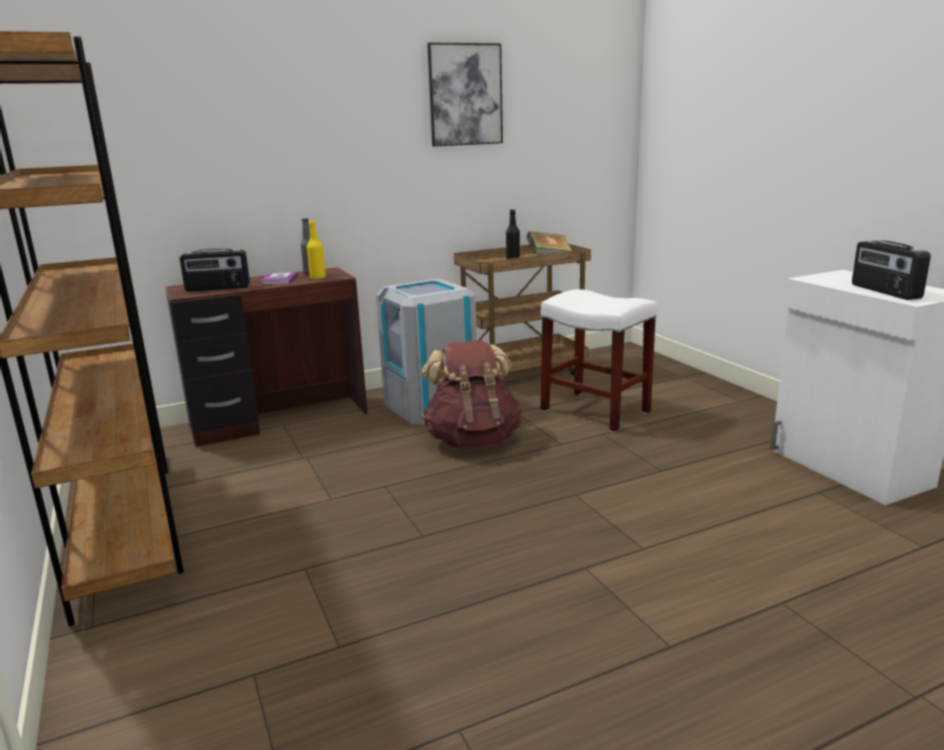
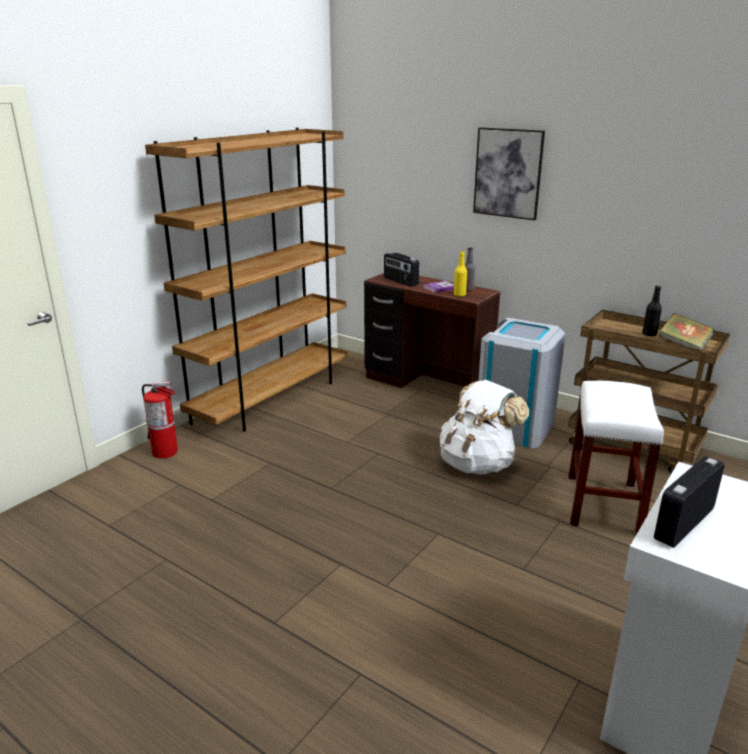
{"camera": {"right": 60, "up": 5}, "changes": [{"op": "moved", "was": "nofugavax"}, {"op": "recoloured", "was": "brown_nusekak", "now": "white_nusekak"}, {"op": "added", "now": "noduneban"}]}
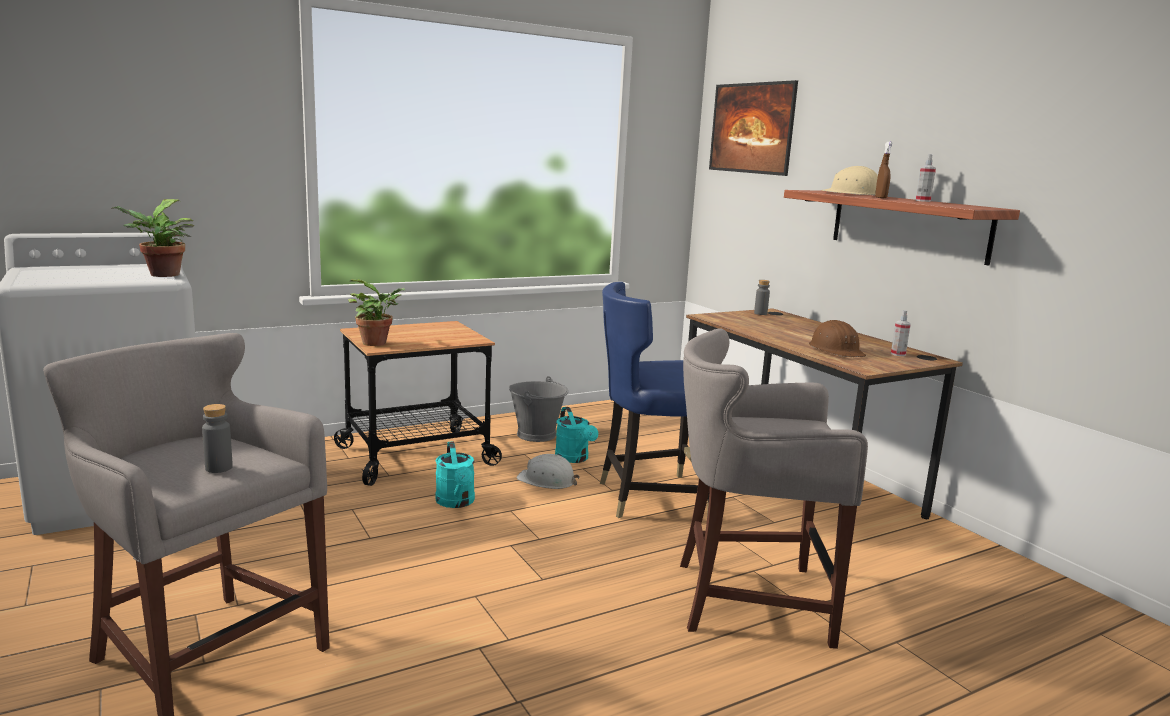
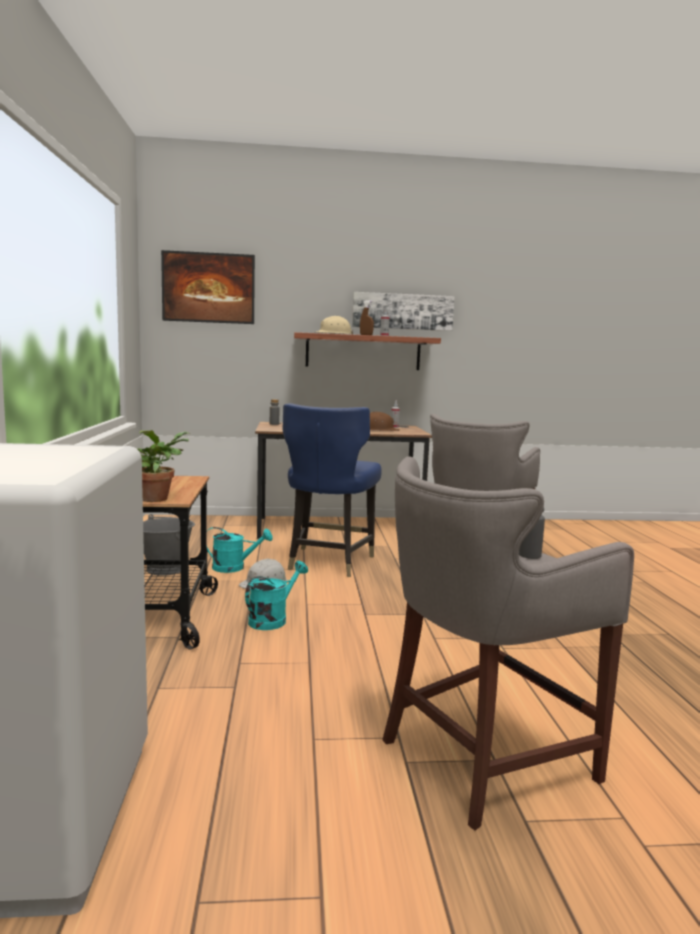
{"camera": {"right": -65, "up": -5}, "changes": [{"op": "removed", "was": "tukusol (1st from left)"}, {"op": "turned", "was": "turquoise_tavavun (1st from left in the first image)", "clockwise": -60}, {"op": "added", "now": "nofugavax (2nd from left)"}]}
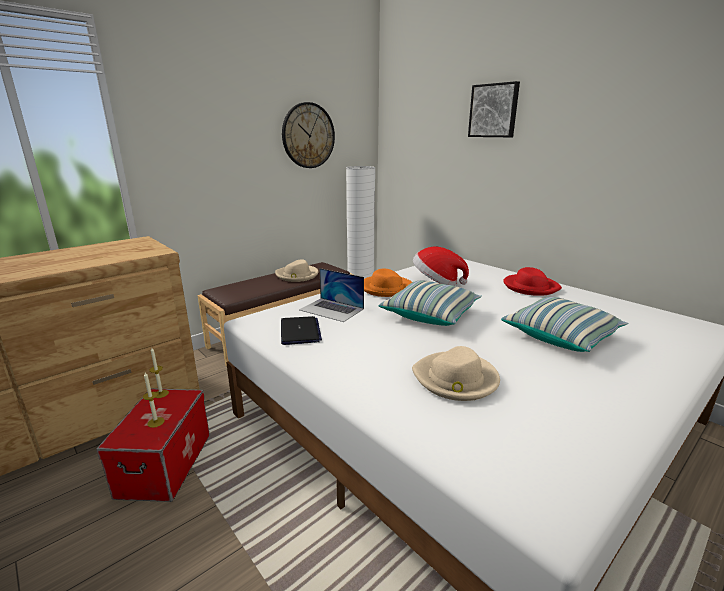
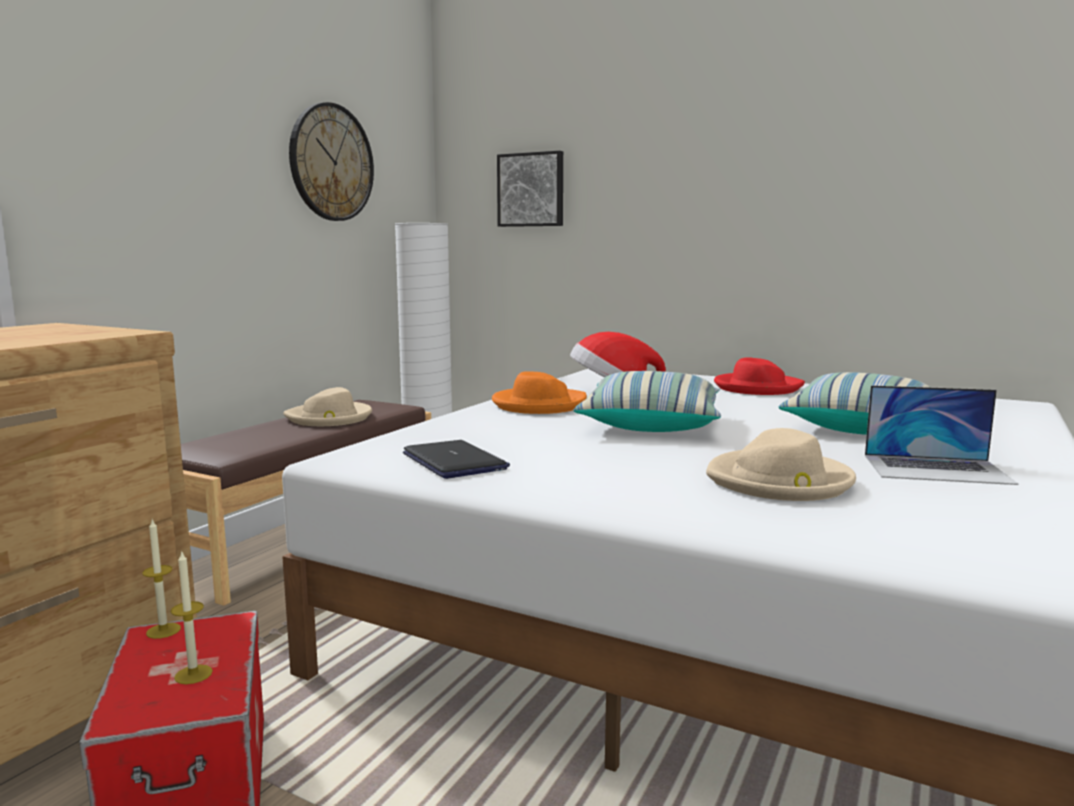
{"camera": {"right": -20, "up": -10}, "changes": [{"op": "moved", "was": "nofugavax"}, {"op": "moved", "was": "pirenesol (2nd from left)"}]}
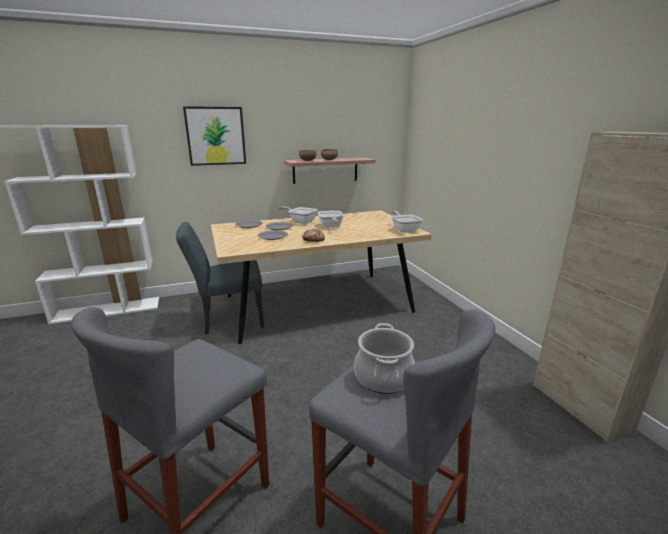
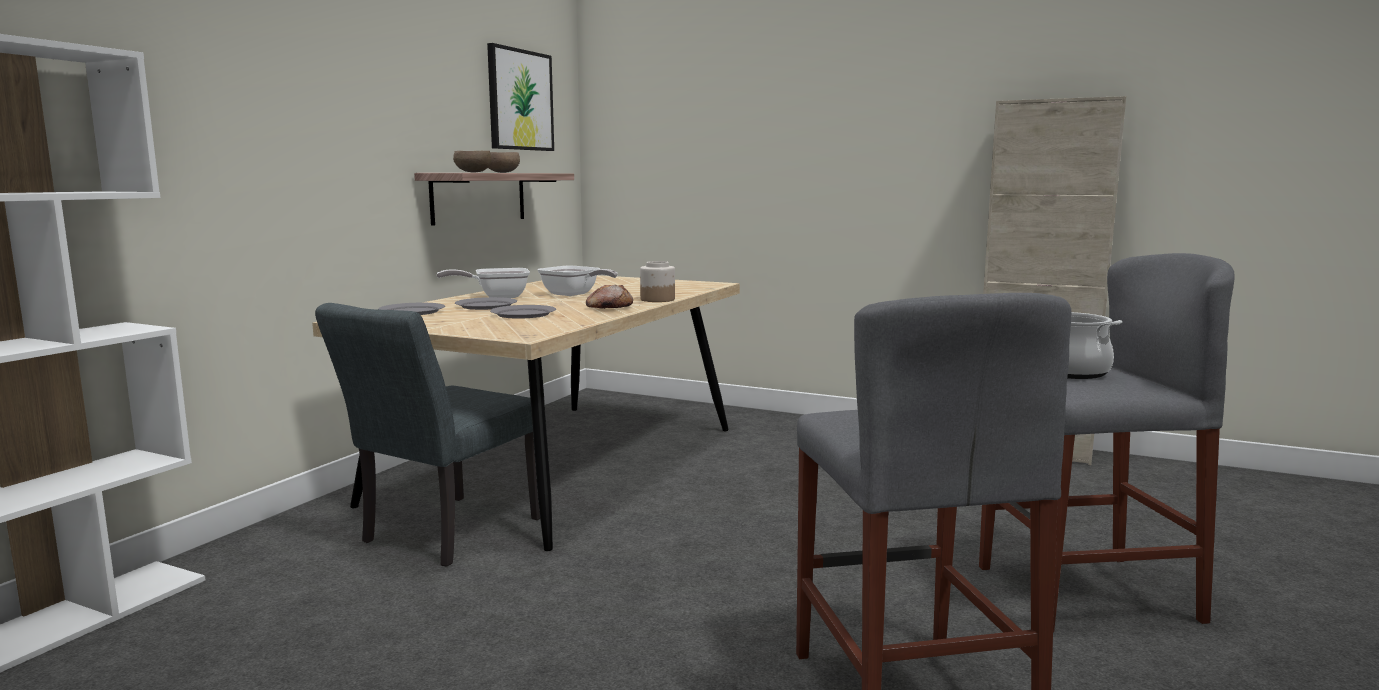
{"camera": {"right": -45, "up": -10}, "changes": [{"op": "moved", "was": "nofugavax"}, {"op": "removed", "was": "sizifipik (3rd from left)"}, {"op": "added", "now": "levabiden"}]}
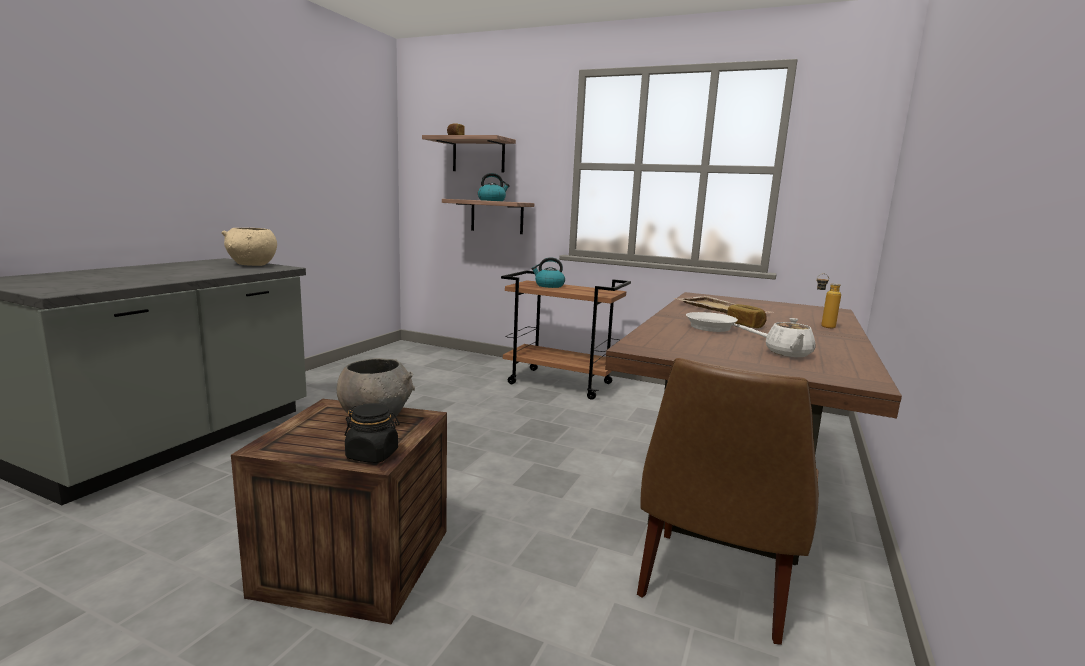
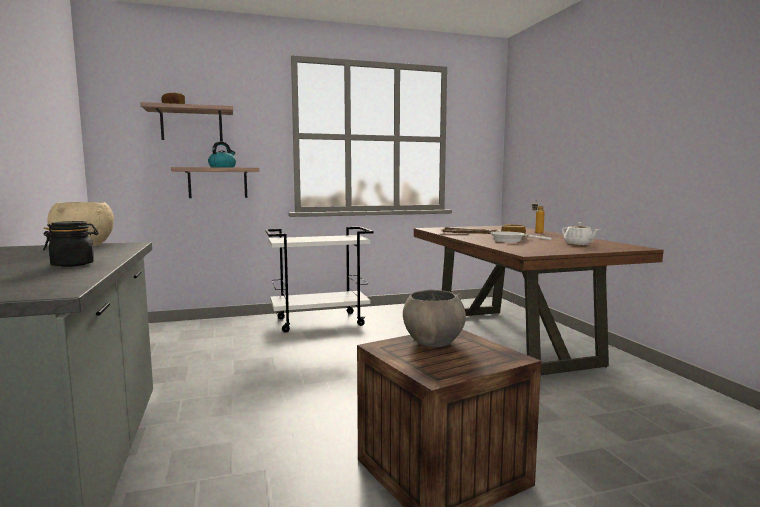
{"camera": {"right": -40, "up": -5}, "changes": [{"op": "removed", "was": "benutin (2nd from left)"}, {"op": "recoloured", "was": "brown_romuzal", "now": "white_romuzal"}, {"op": "removed", "was": "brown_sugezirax"}, {"op": "moved", "was": "black_levabiden"}]}
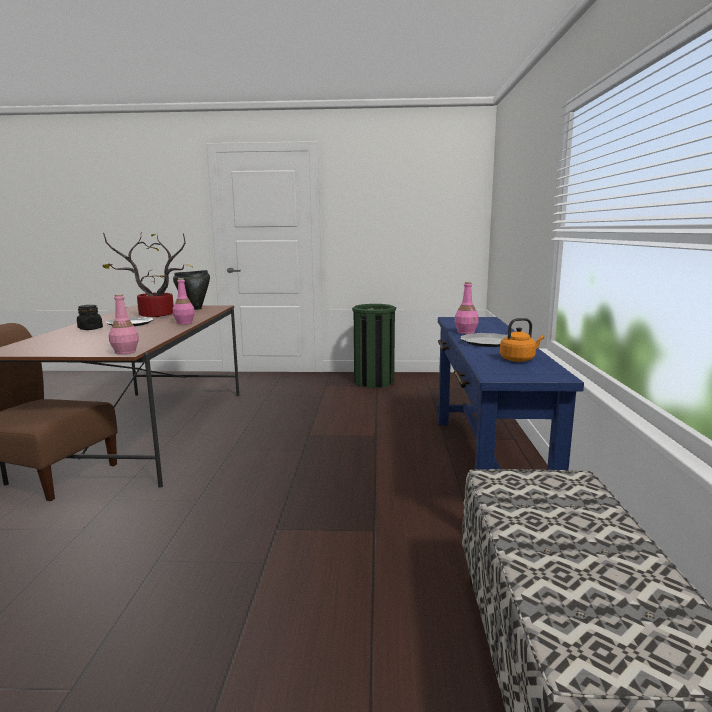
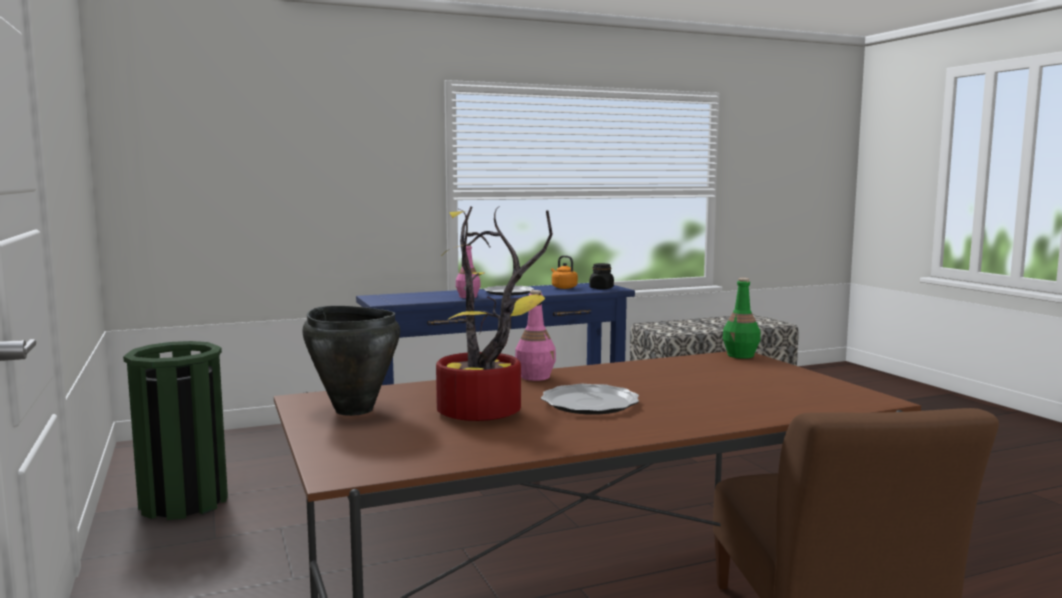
{"camera": {"right": -115, "up": -5}, "changes": [{"op": "recoloured", "was": "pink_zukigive (1st from left)", "now": "green_zukigive"}, {"op": "moved", "was": "black_levabiden"}]}
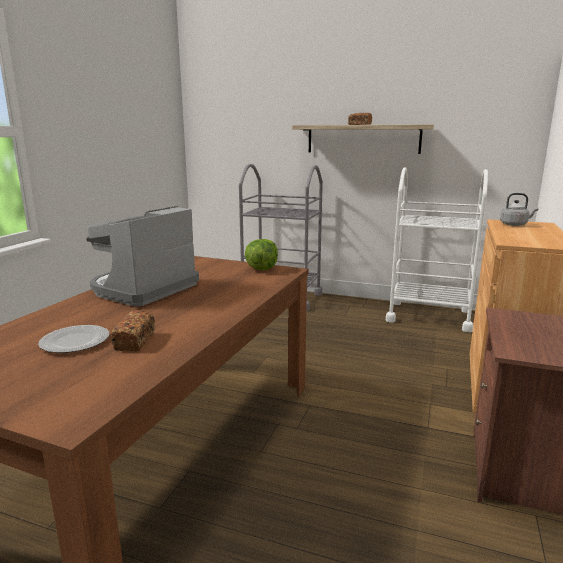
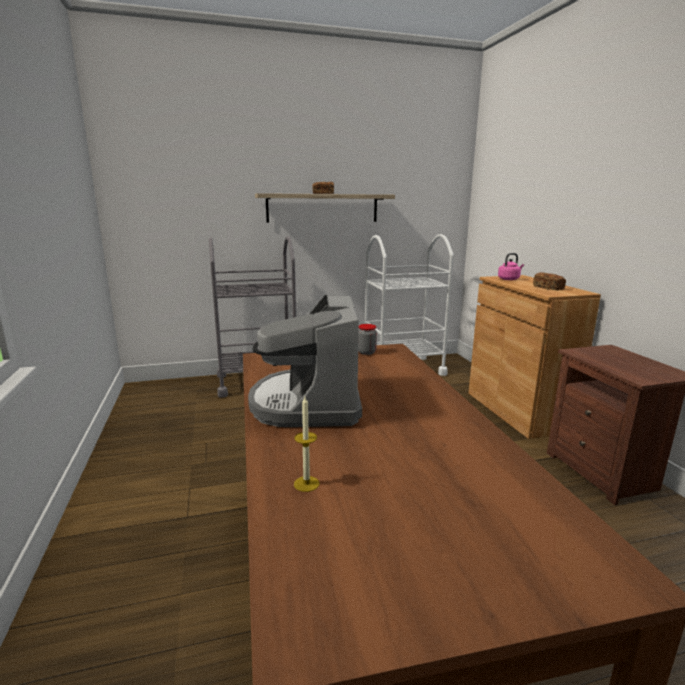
{"camera": {"right": -35, "up": 0}, "changes": [{"op": "recoloured", "was": "grey_benutin", "now": "pink_benutin"}, {"op": "replaced", "was": "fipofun", "now": "levabiden"}, {"op": "moved", "was": "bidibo (1st from left in the first image)", "now": "bidibo (2nd from left)"}, {"op": "removed", "was": "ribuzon"}, {"op": "added", "now": "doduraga"}]}
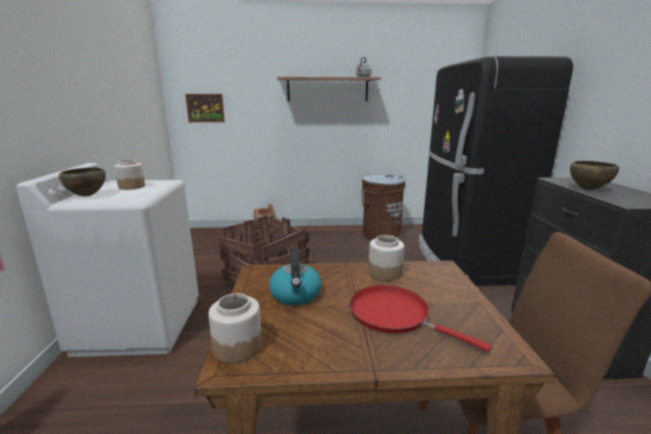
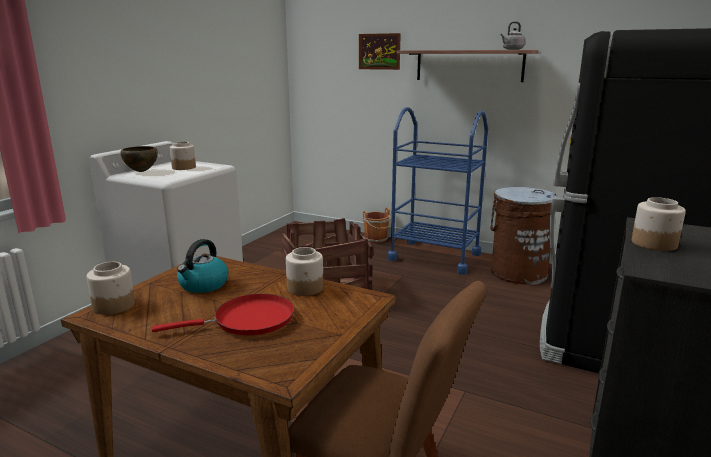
{"camera": {"right": 30, "up": 0}, "changes": [{"op": "moved", "was": "nofugavax"}, {"op": "replaced", "was": "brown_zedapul (2nd from left)", "now": "levabiden (4th from left)"}, {"op": "turned", "was": "red_sizifipik", "clockwise": 90}, {"op": "added", "now": "blue_romuzal"}]}
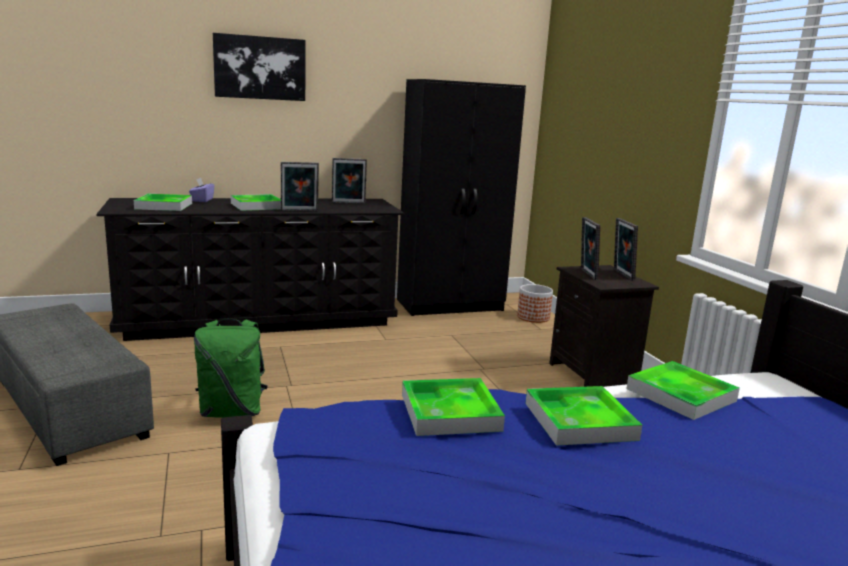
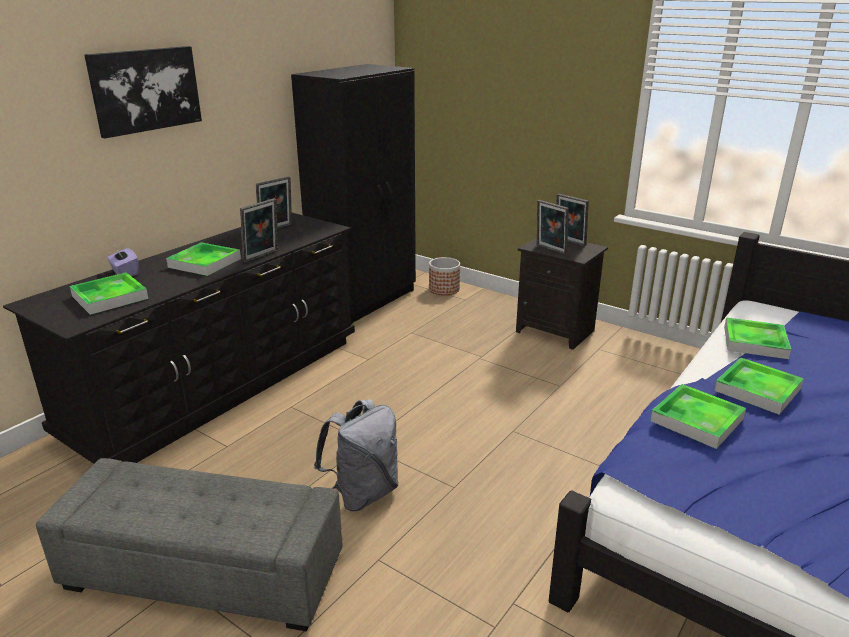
{"camera": {"right": -35, "up": 10}, "changes": [{"op": "recoloured", "was": "green_nusekak", "now": "grey_nusekak"}]}
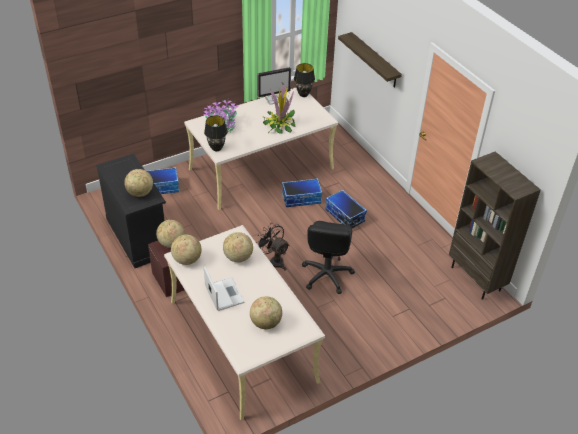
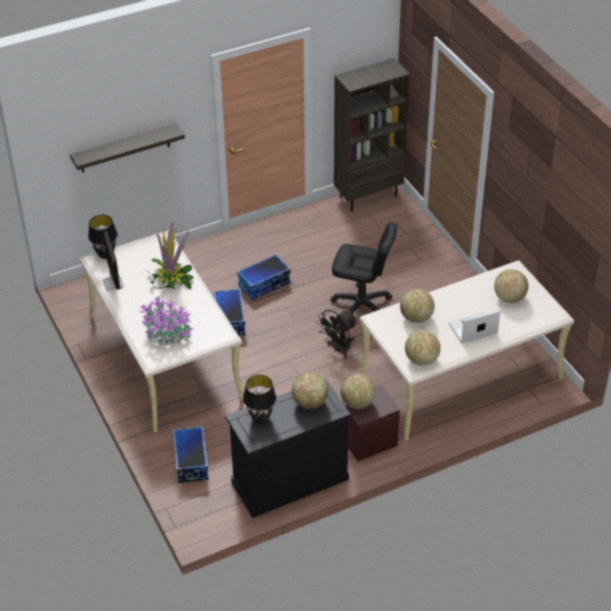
{"camera": {"right": -85, "up": 0}, "changes": [{"op": "moved", "was": "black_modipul (1st from left in the first image)", "now": "black_modipul (2nd from left)"}]}
